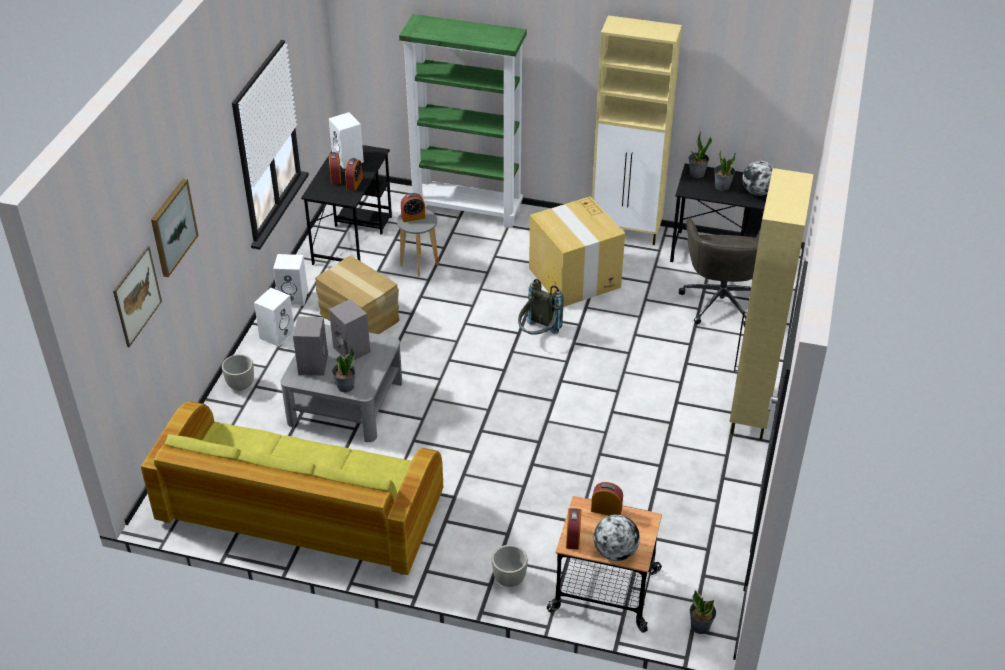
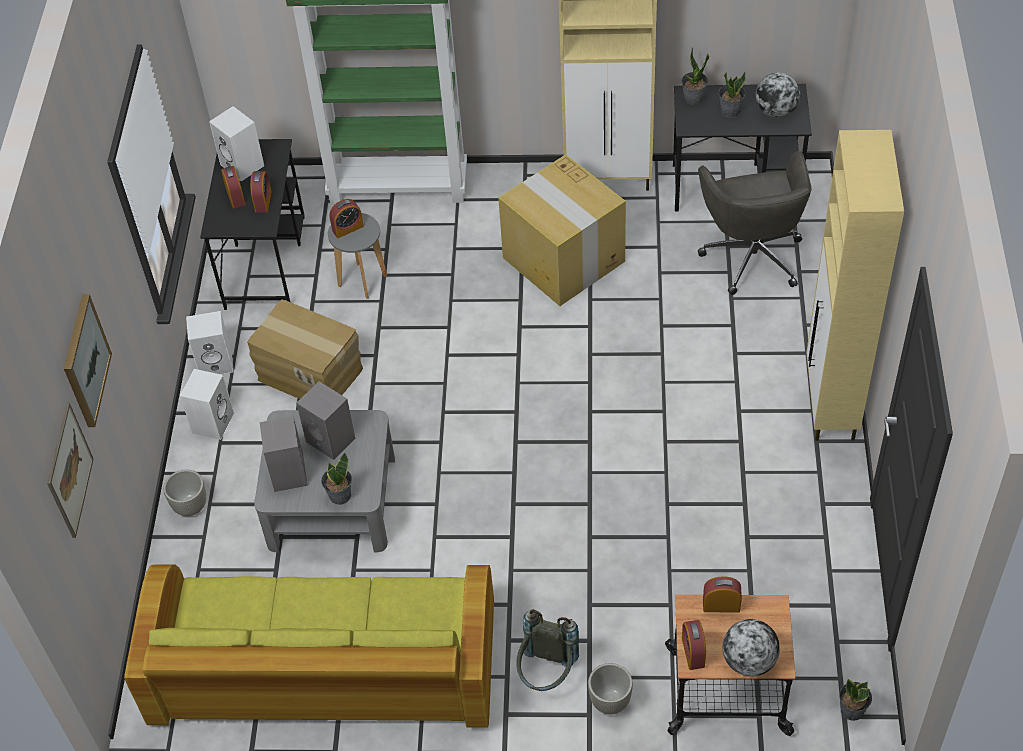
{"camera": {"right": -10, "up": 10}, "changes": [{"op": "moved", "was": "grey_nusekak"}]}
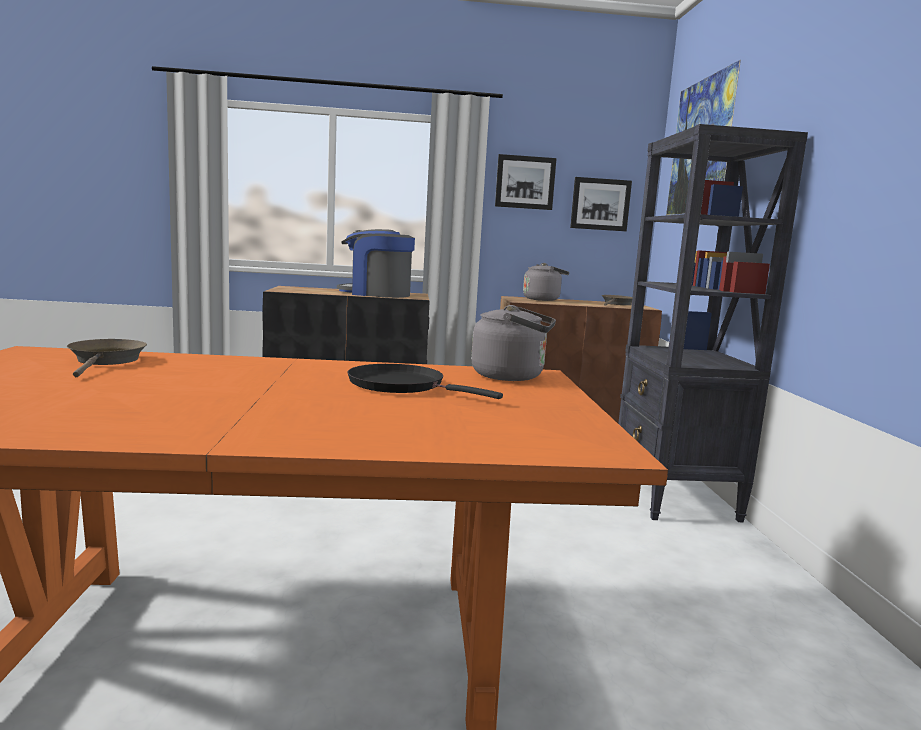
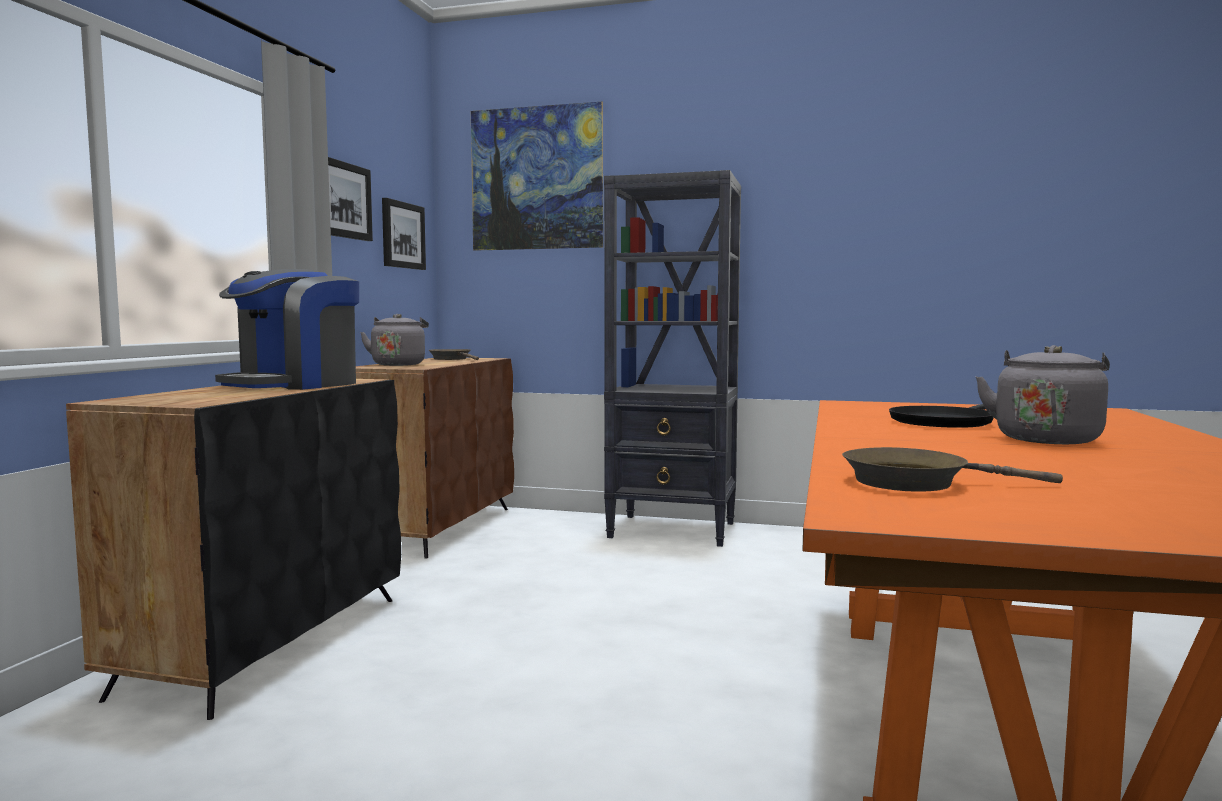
{"camera": {"right": -70, "up": -5}, "changes": [{"op": "moved", "was": "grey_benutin (1st from left in the first image)", "now": "grey_benutin (2nd from left)"}]}
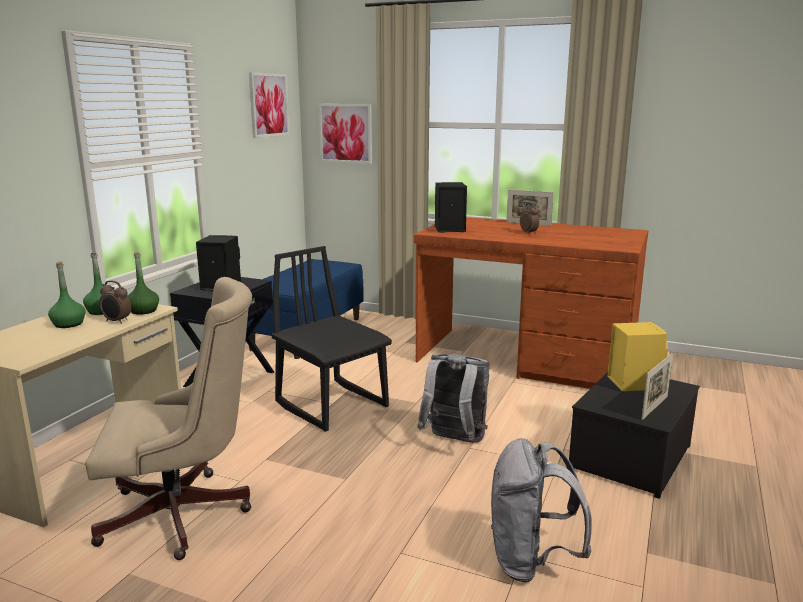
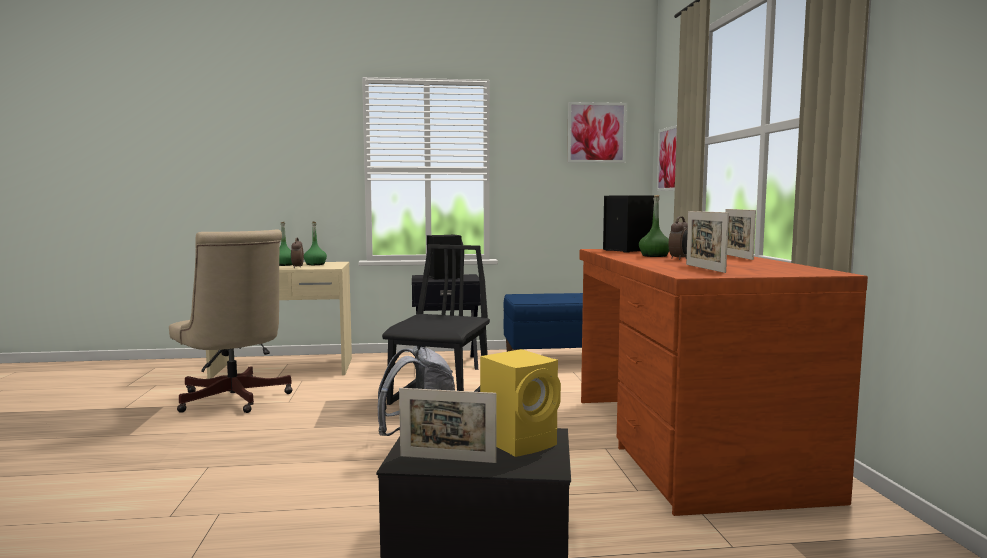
{"camera": {"right": 60, "up": -10}, "changes": [{"op": "moved", "was": "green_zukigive (3rd from left)"}, {"op": "removed", "was": "grey_nusekak (2nd from left)"}, {"op": "added", "now": "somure (2nd from left)"}]}
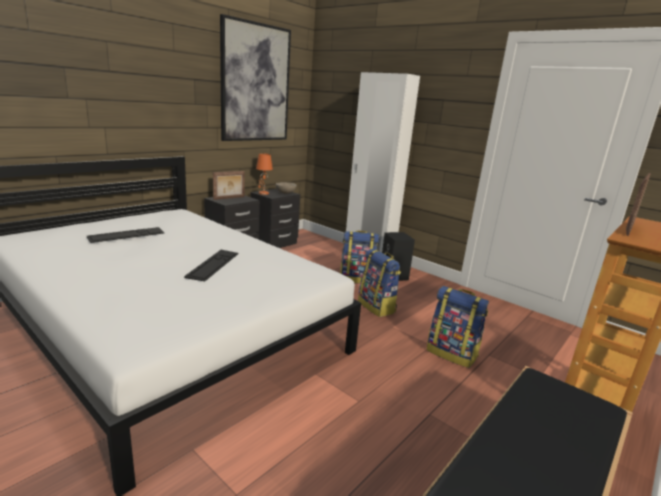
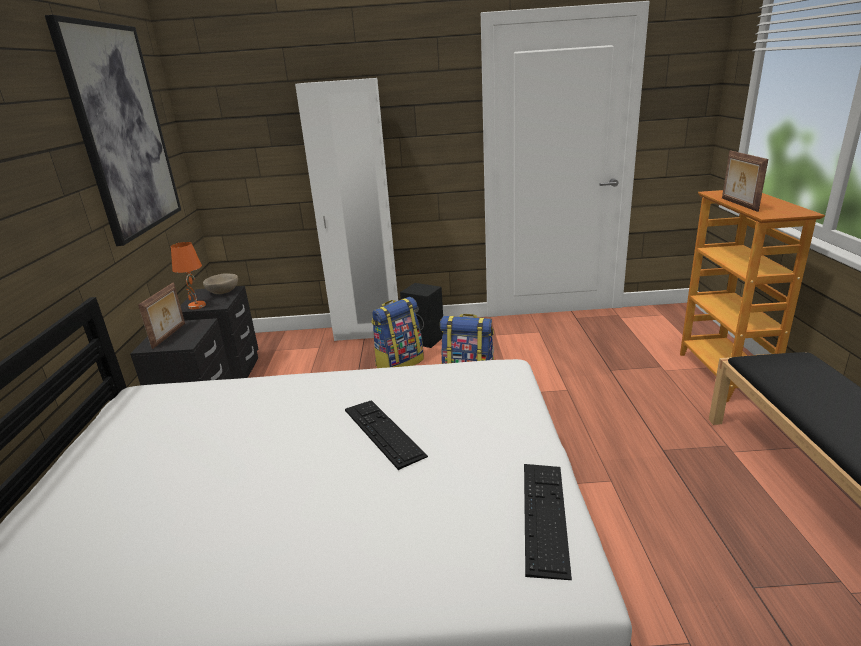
{"camera": {"right": -40, "up": 5}, "changes": [{"op": "moved", "was": "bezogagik (1st from left in the first image)", "now": "bezogagik (2nd from left)"}, {"op": "removed", "was": "nusekak (3rd from left)"}]}
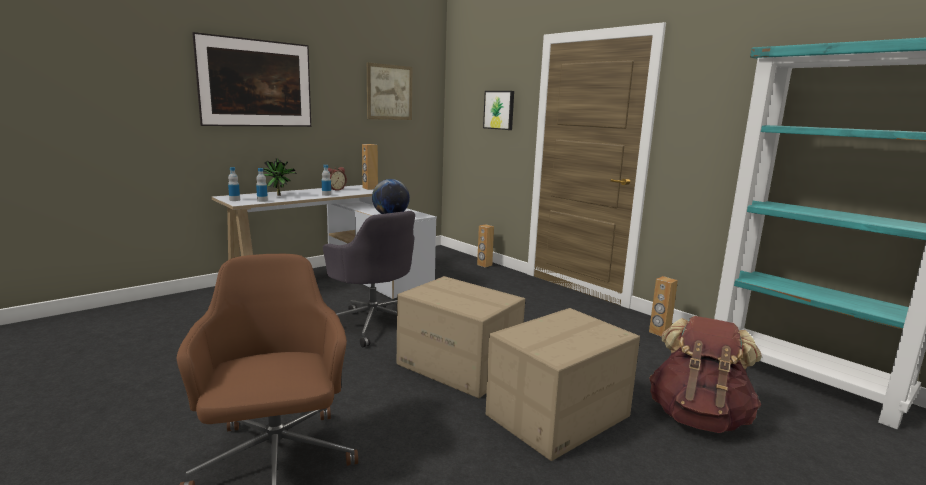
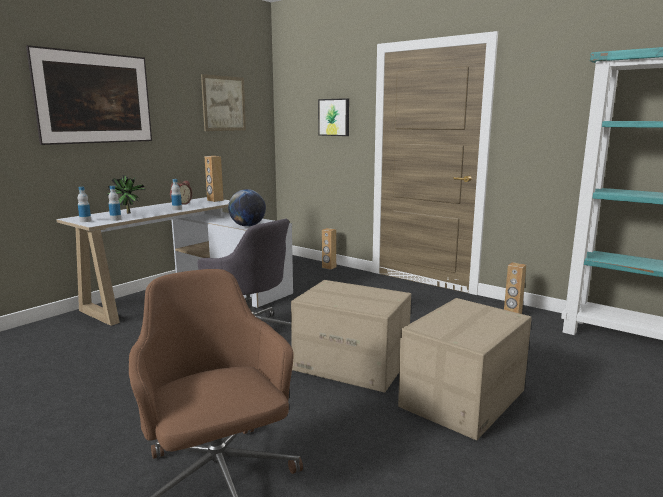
{"camera": {"right": -10, "up": 0}, "changes": [{"op": "removed", "was": "brown_nusekak"}]}
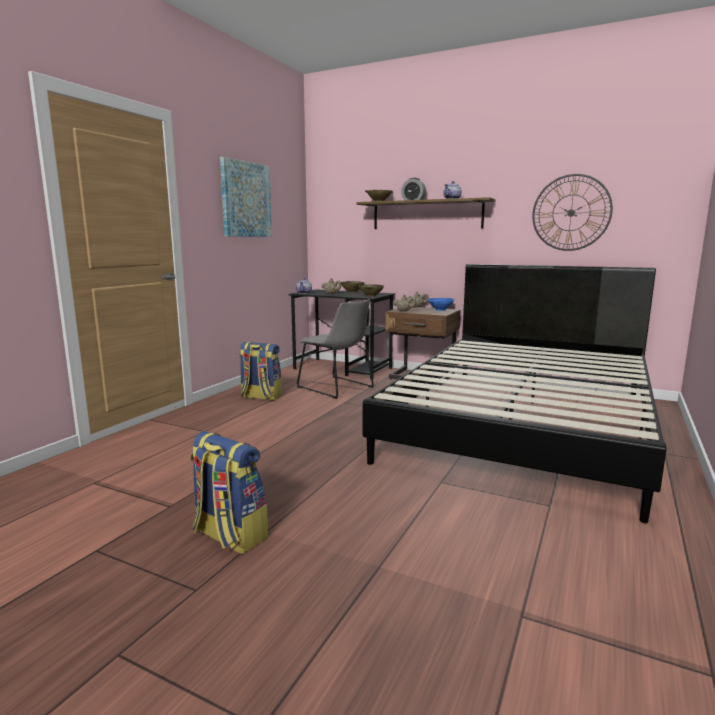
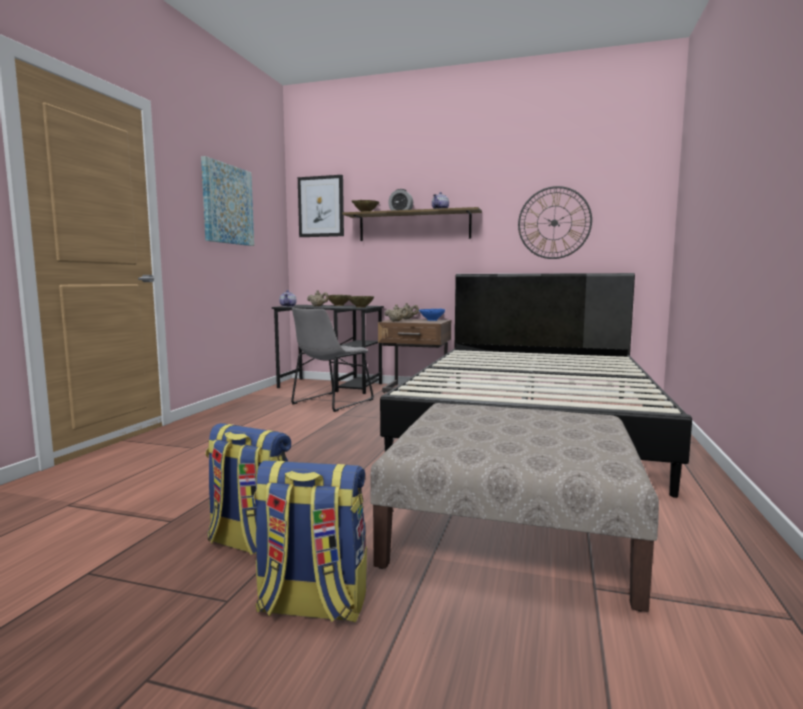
{"camera": {"right": -10, "up": -5}, "changes": [{"op": "turned", "was": "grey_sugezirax", "clockwise": 90}, {"op": "moved", "was": "nusekak (2nd from left)"}, {"op": "added", "now": "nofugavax (2nd from left)"}, {"op": "added", "now": "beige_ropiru"}]}
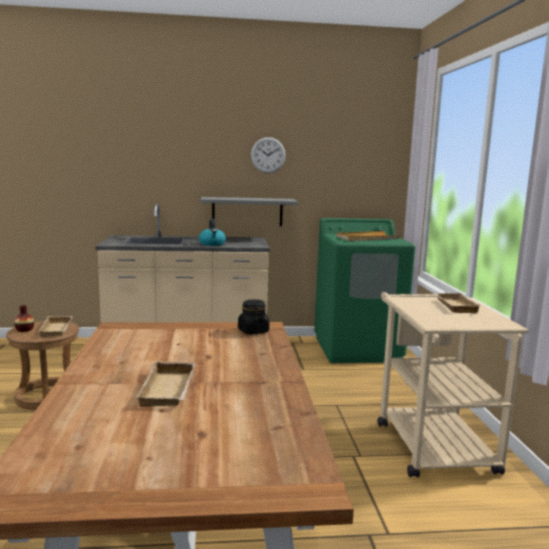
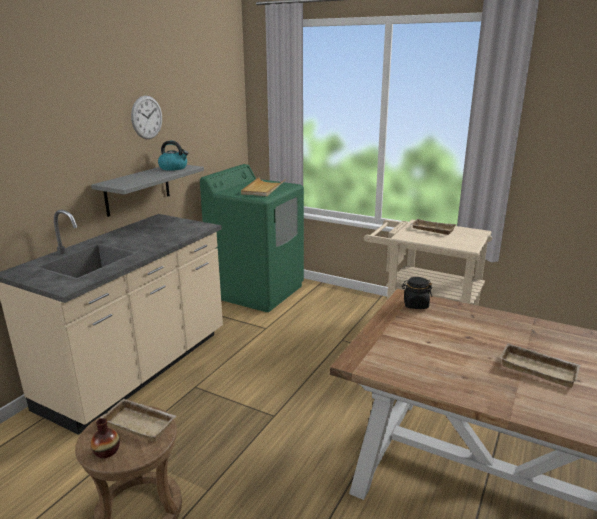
{"camera": {"right": -55, "up": 10}, "changes": [{"op": "moved", "was": "benutin"}]}
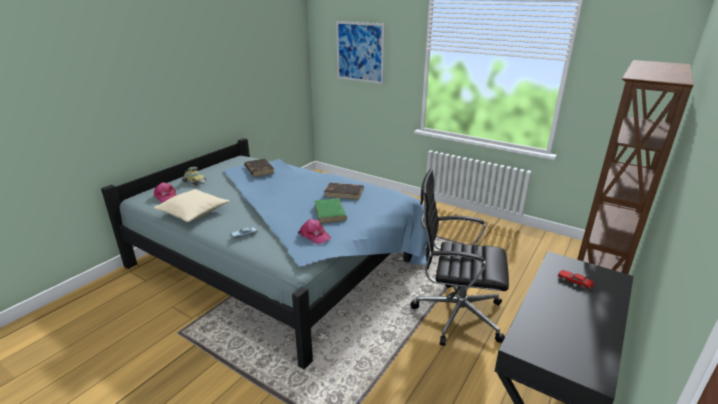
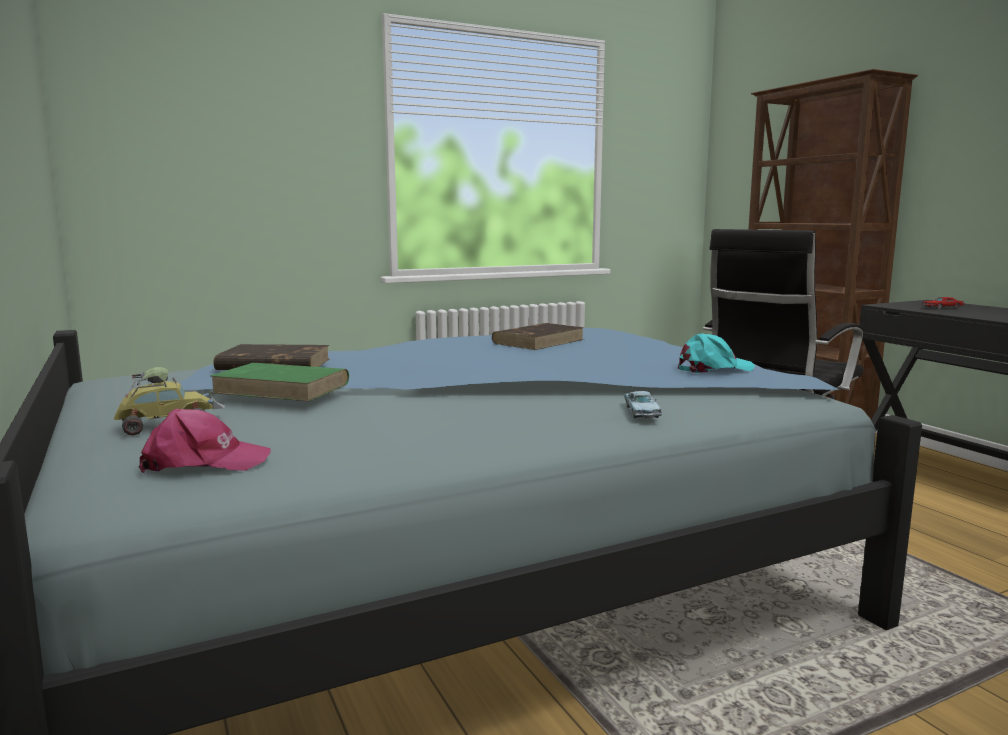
{"camera": {"right": -60, "up": -15}, "changes": [{"op": "removed", "was": "nofugavax"}, {"op": "removed", "was": "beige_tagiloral"}, {"op": "moved", "was": "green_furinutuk"}, {"op": "recoloured", "was": "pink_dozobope (2nd from left)", "now": "turquoise_dozobope"}]}
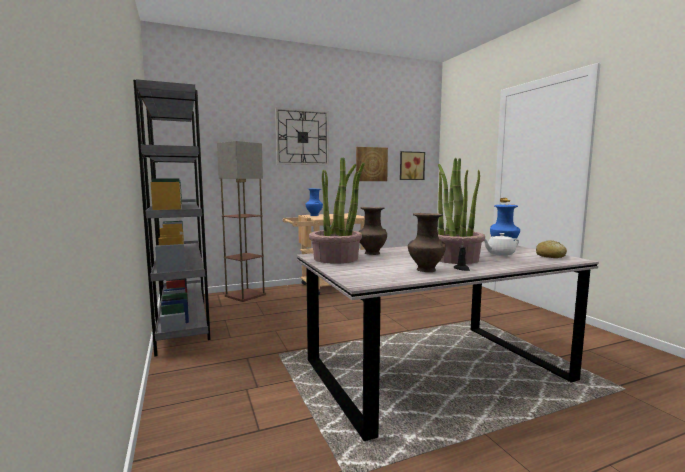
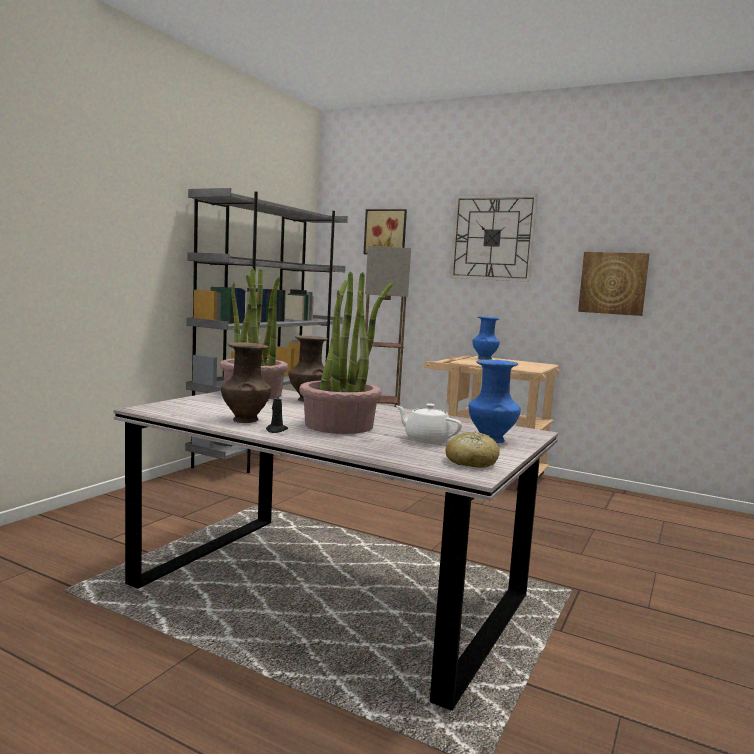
{"camera": {"right": 50, "up": 0}, "changes": [{"op": "moved", "was": "nofugavax (2nd from left in the first image)", "now": "nofugavax (1st from left)"}]}
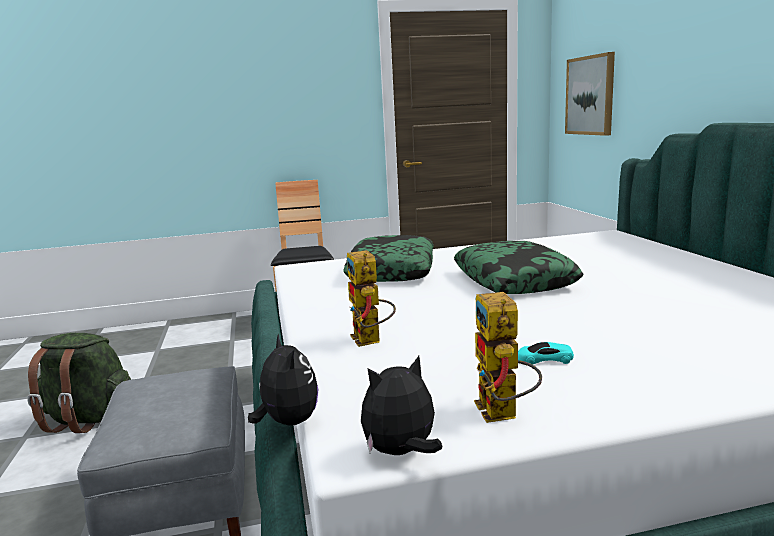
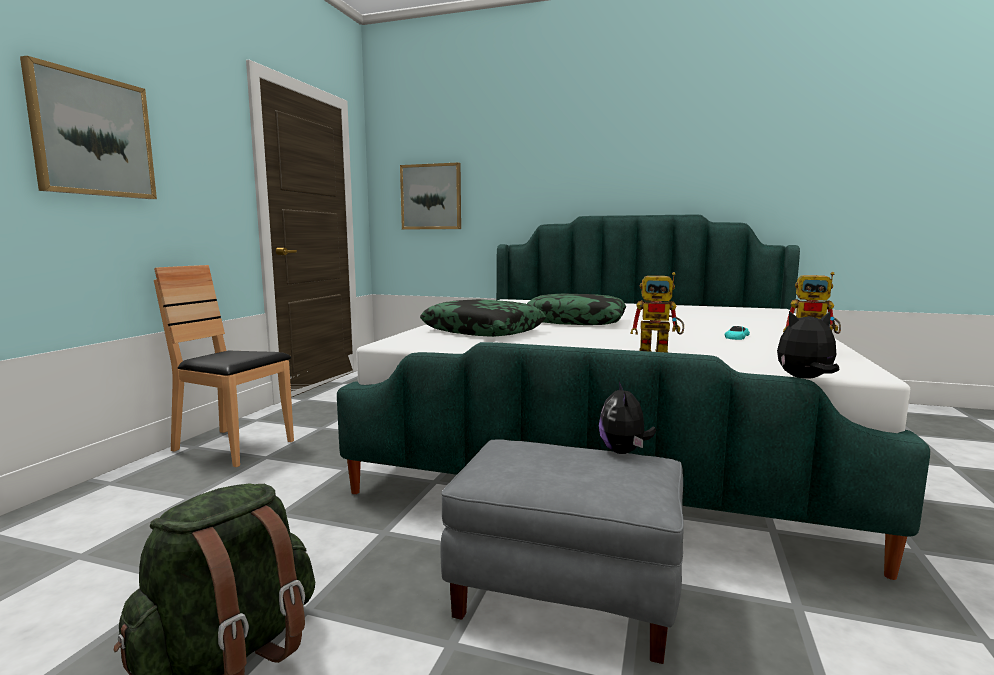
{"camera": {"right": -60, "up": -5}, "changes": [{"op": "moved", "was": "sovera (2nd from left in the first image)", "now": "sovera (1st from left)"}, {"op": "added", "now": "nofugavax (1st from left)"}]}
